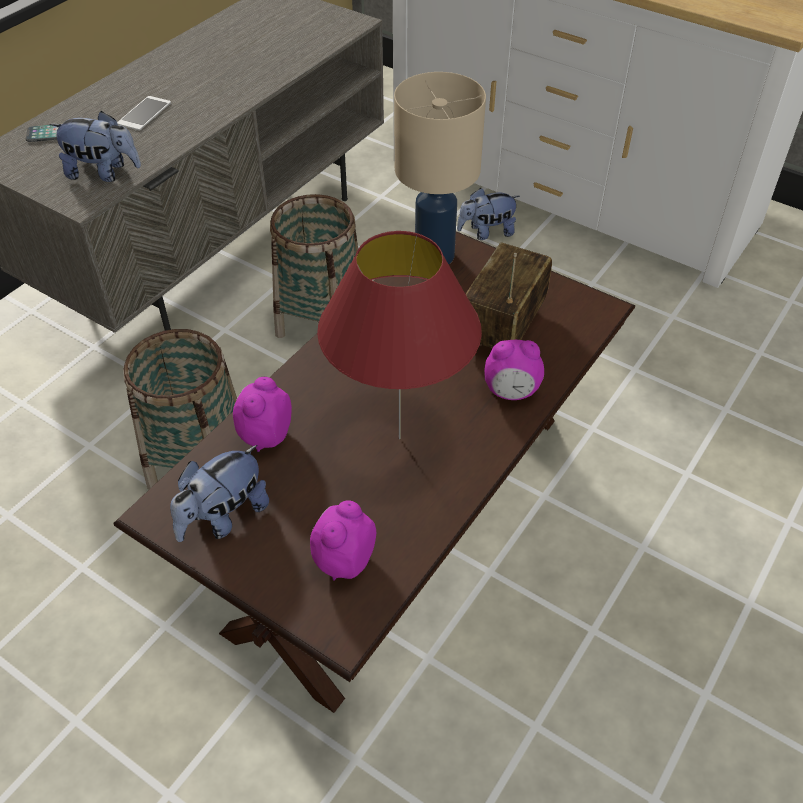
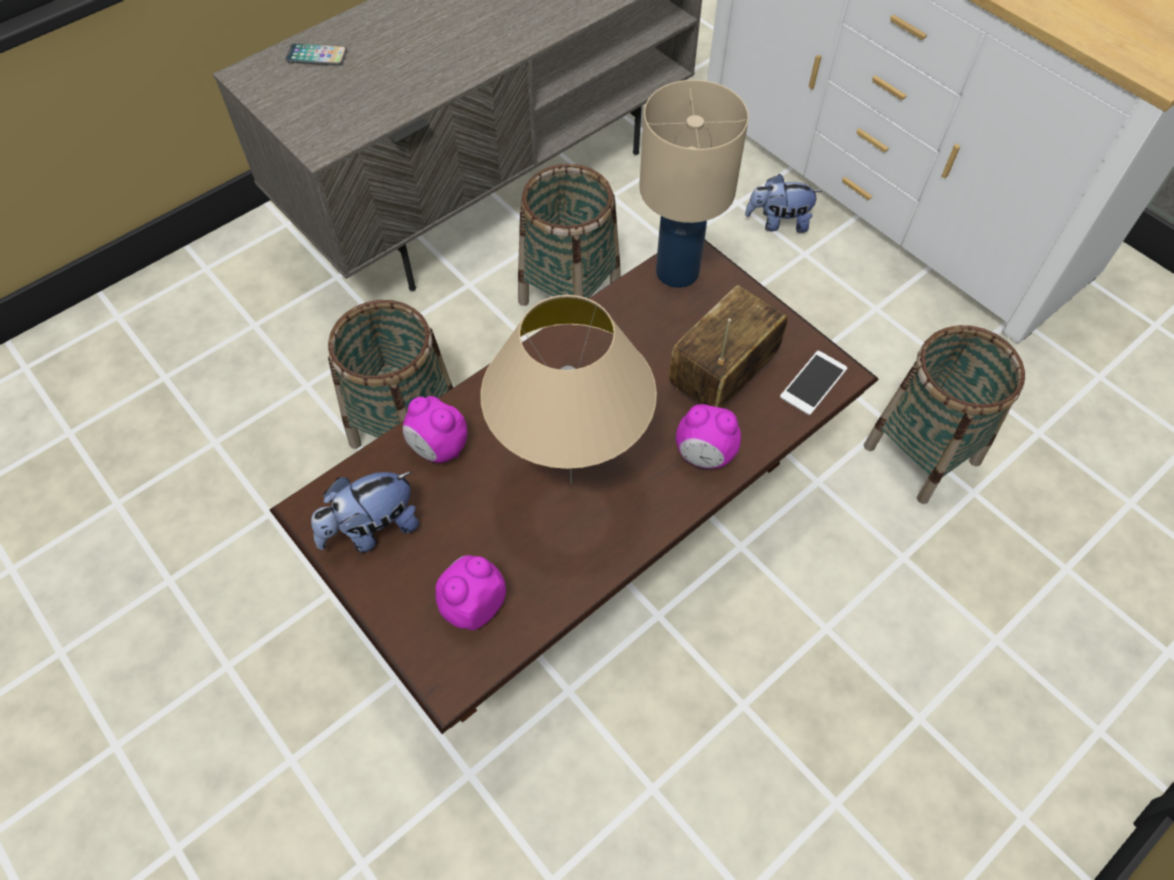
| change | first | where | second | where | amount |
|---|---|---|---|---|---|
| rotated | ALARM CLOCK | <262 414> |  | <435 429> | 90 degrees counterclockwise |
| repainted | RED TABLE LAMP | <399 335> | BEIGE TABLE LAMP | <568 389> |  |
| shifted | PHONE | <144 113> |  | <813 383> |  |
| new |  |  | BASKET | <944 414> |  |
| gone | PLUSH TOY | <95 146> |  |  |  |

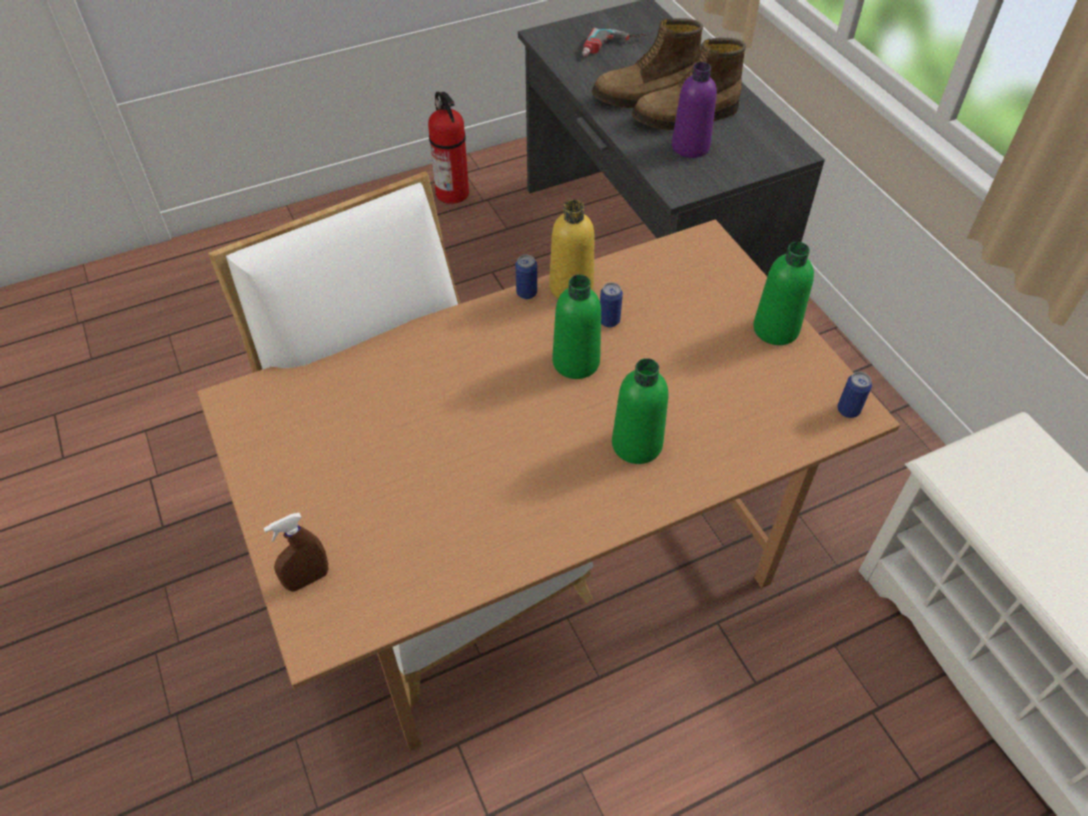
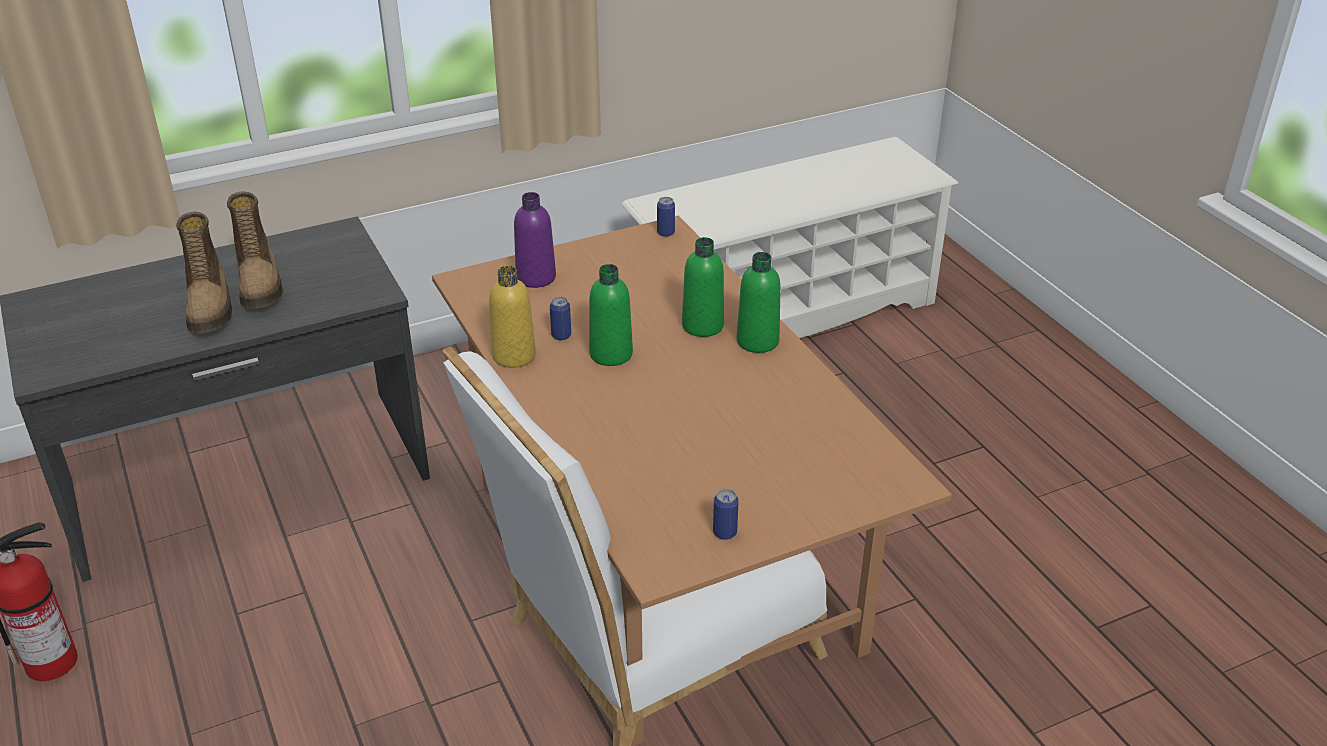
| change | first | where | second | where | amount |
|---|---|---|---|---|---|
| shifted | PURPLE BOTTLE | <694 110> |  | <535 240> |  |
| shifted | CAN | <526 277> |  | <726 514> |  |
| shifted | GREEN BOTTLE | <783 293> |  | <758 302> |  |
| gone | BROWN SPRAY BOTTLE | <296 552> |  |  |  |
| gone | POWER DRILL | <614 42> |  |  |  |

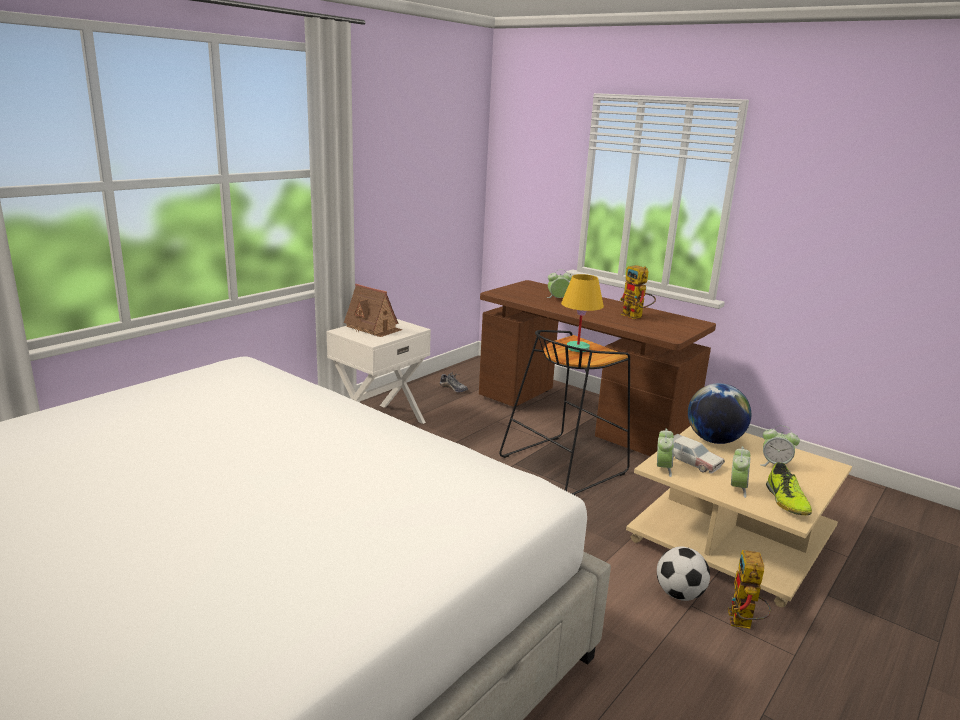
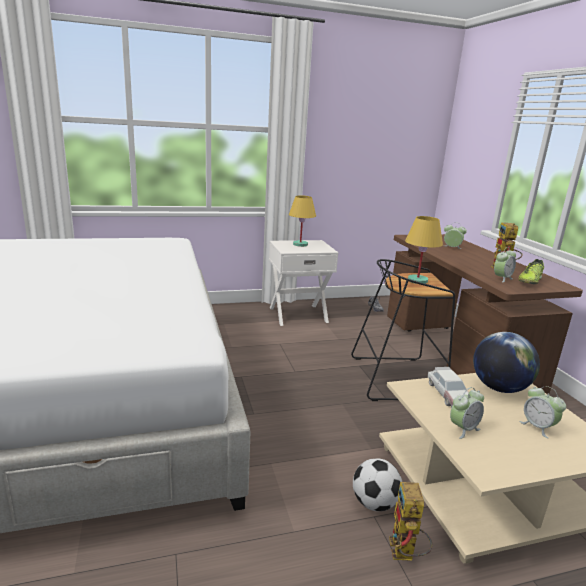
| change | first | where | second | where | amount |
|---|---|---|---|---|---|
| swapped | TOY HOUSE | <373 310> | YELLOW TABLE LAMP | <302 221> |  |
| rotated | TOY ROBOT | <749 589> |  | <410 521> | 45 degrees counterclockwise |
| shifted | ALARM CLOCK | <665 452> |  | <505 264> |  |
| shifted | SHOE | <789 488> |  | <531 271> |  |

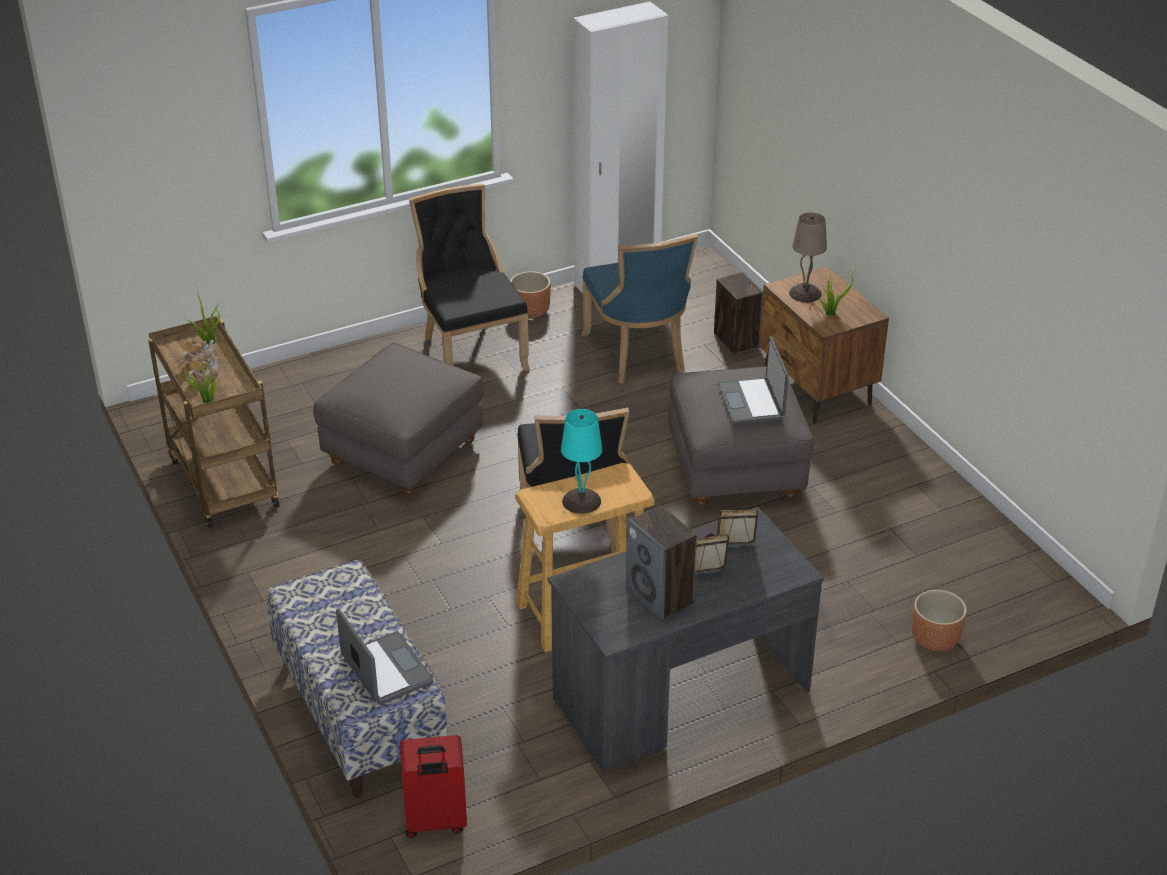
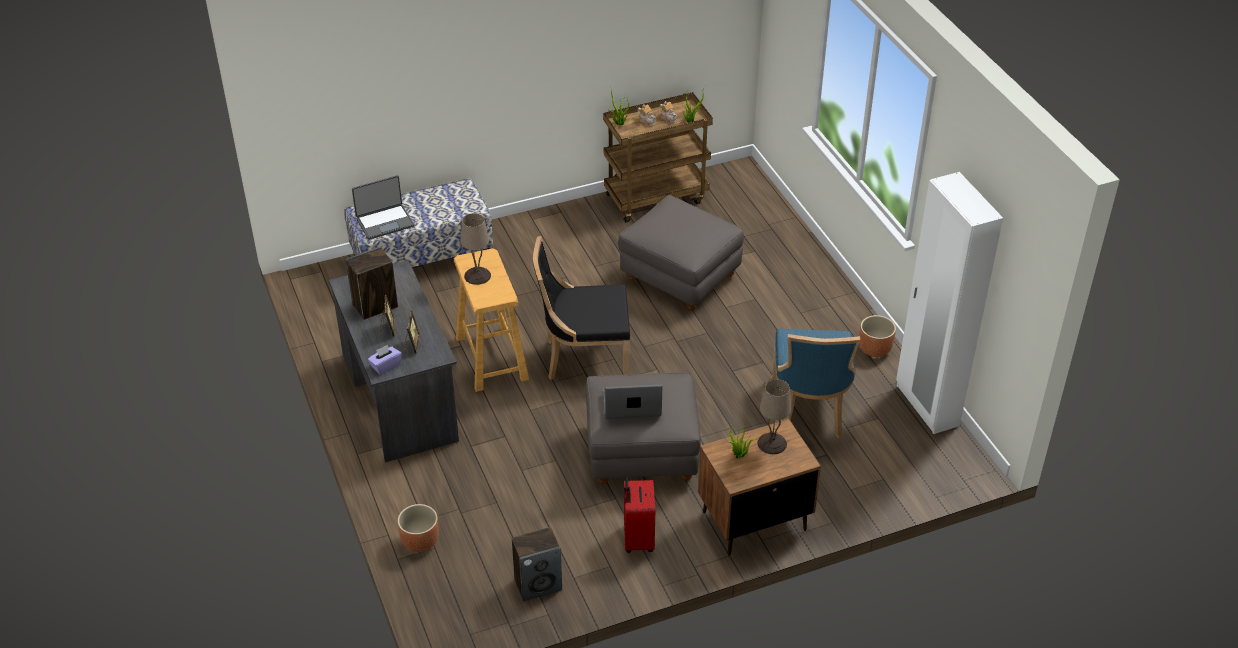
| change | first | where | second | where | amount |
|---|---|---|---|---|---|
| new |  |  | PURPLE TISSUE BOX | <385 360> |  |
| repainted | TURQUOISE TABLE LAMP | <582 461> | BEIGE TABLE LAMP | <476 249> |  |
| shifted | SPEAKER | <738 313> |  | <537 564> |  |
| shifted | RED SUITCASE | <433 786> |  | <639 514> |  |
| rotated | BLUE CHAIR | <639 309> |  | <815 383> | 75 degrees counterclockwise |
| gone | BLACK CHAIR | <469 277> |  |  |  |

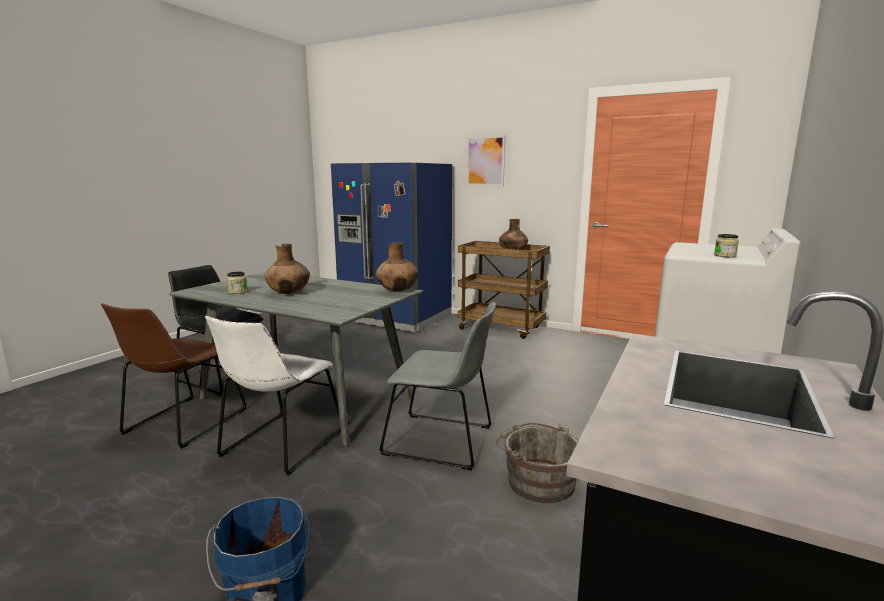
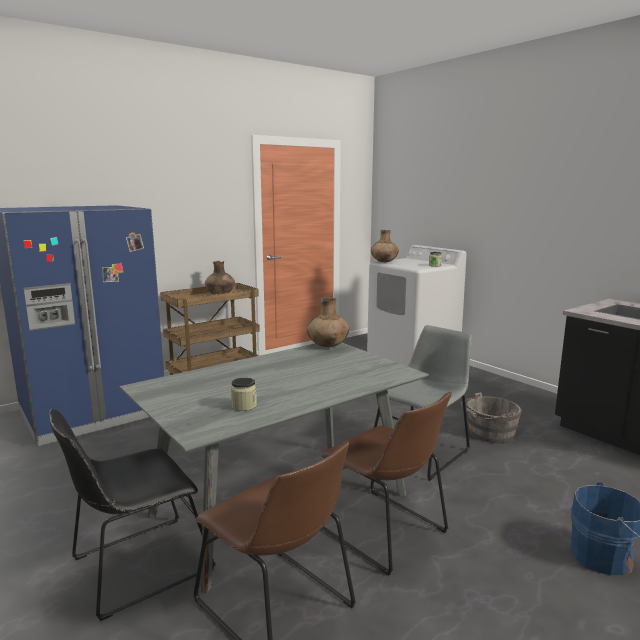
| change | first | where | second | where | amount |
|---|---|---|---|---|---|
| repainted | WHITE CHAIR | <273 396> | BROWN CHAIR | <386 484> |  |
| shifted | BROWN VASE | <287 269> |  | <385 246> |  |
| gone | PICTURE | <486 160> |  |  |  |

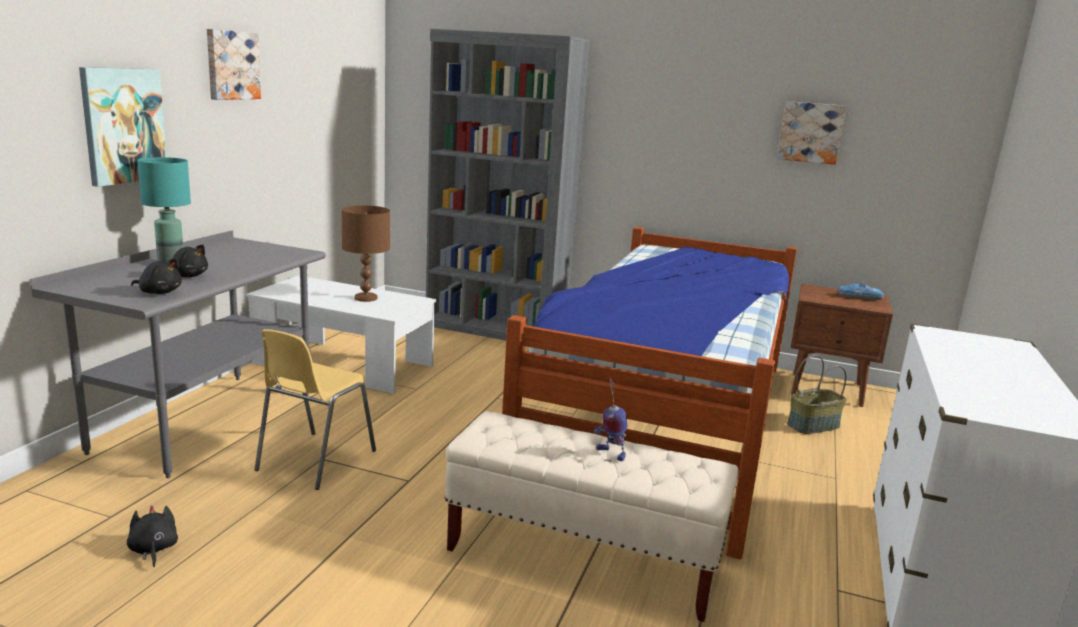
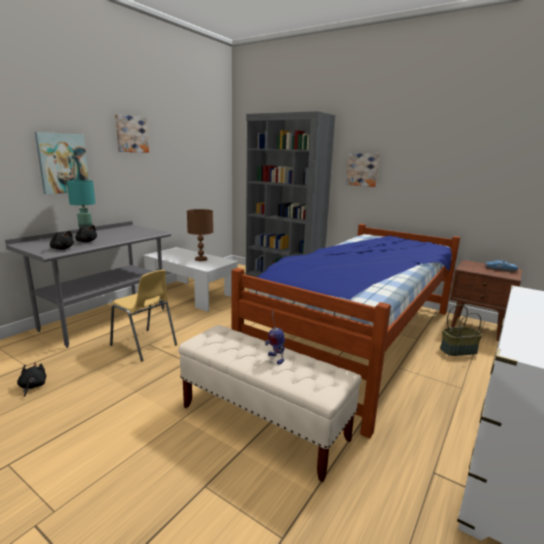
| change | first | where | second | where | amount |
|---|---|---|---|---|---|
| rotated | YELLOW CHAIR | <315 409> |  | <143 316> | 90 degrees counterclockwise |
| shifted | PICTURE | <811 133> |  | <363 170> |  |

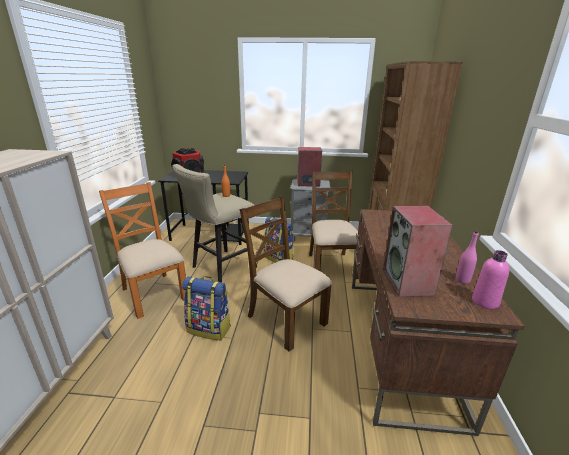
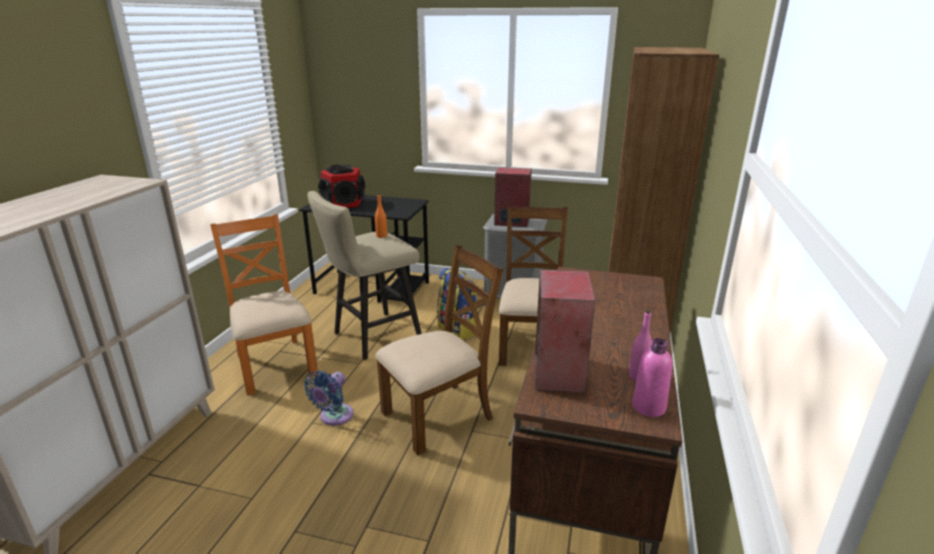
| change | first | where | second | where | amount |
|---|---|---|---|---|---|
| swapped | BACKPACK | <206 308> | BLUE FAN | <328 398> |  |
| rotated | BROWN CHAIR | <286 274> |  | <439 349> | 90 degrees clockwise |

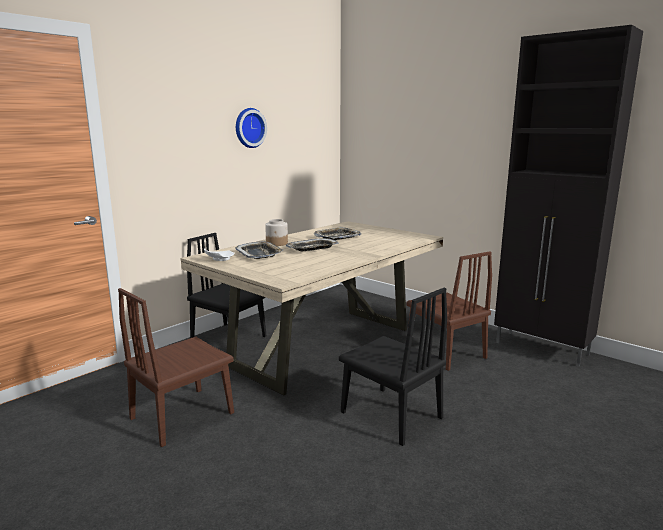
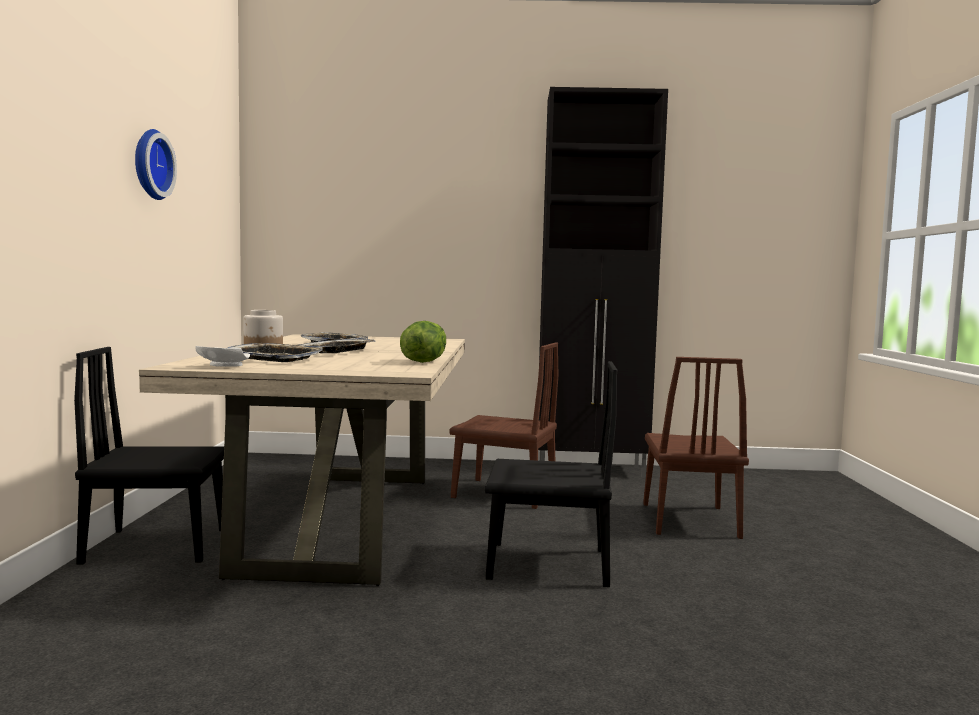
| change | first | where | second | where | amount |
|---|---|---|---|---|---|
| new |  |  | LETTUCE | <423 342> |  |
| shifted | BROWN CHAIR | <176 367> |  | <696 448> |  |

